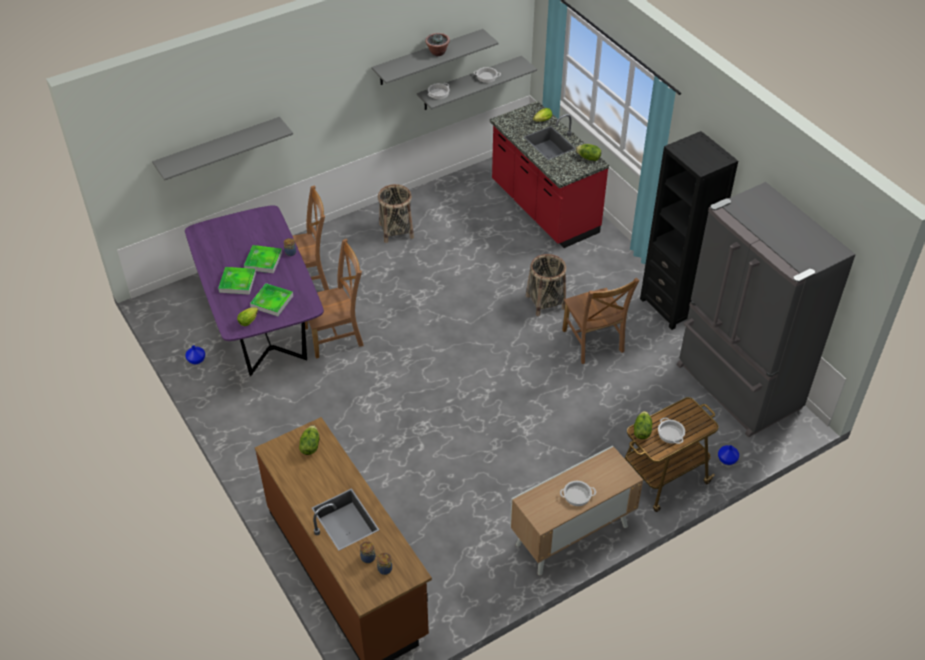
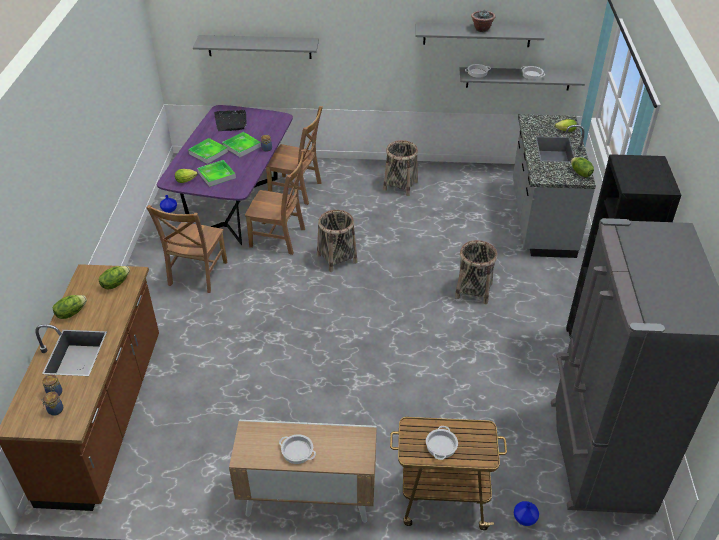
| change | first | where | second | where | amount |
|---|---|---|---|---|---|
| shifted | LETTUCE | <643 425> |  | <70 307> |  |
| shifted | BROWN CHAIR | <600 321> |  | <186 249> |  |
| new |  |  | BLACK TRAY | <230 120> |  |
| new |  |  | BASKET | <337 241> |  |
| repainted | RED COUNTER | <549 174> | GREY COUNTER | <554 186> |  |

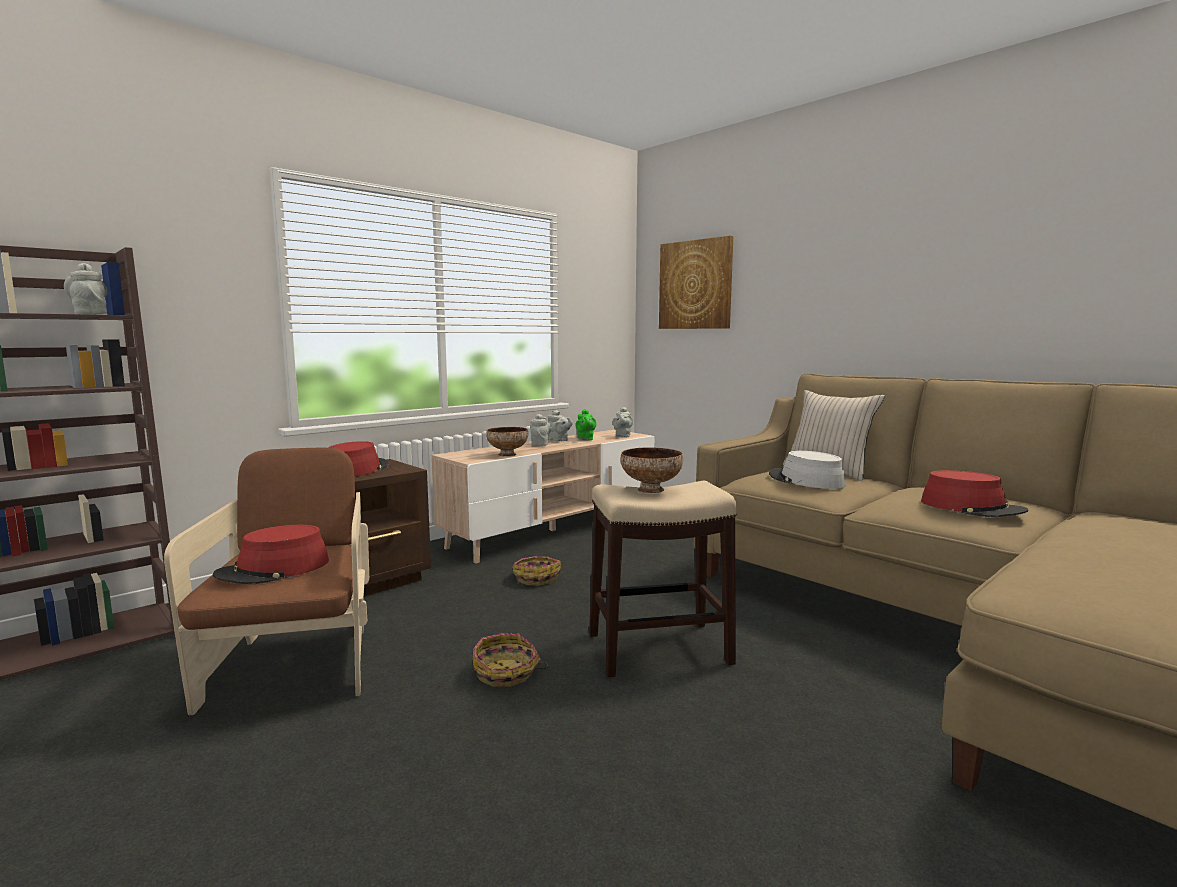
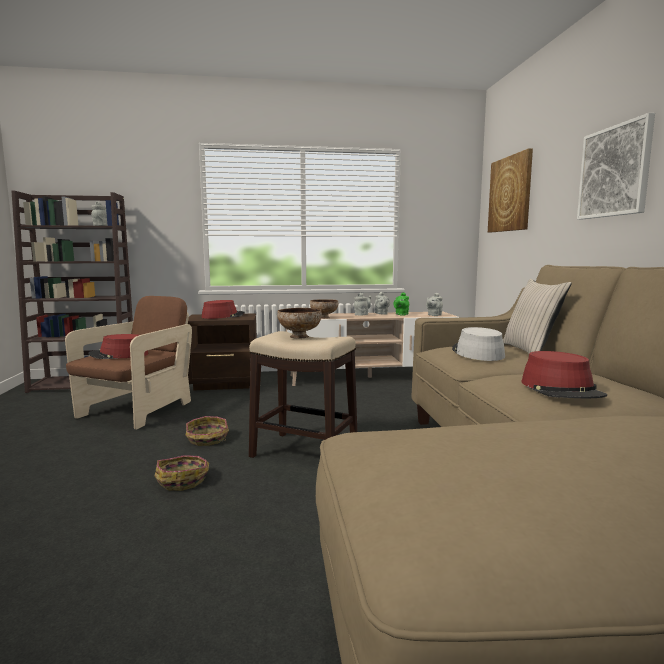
| change | first | where | second | where | amount |
|---|---|---|---|---|---|
| shifted | BASKET | <536 571> |  | <182 473> |  |
| new |  |  | PICTURE | <616 166> |  |

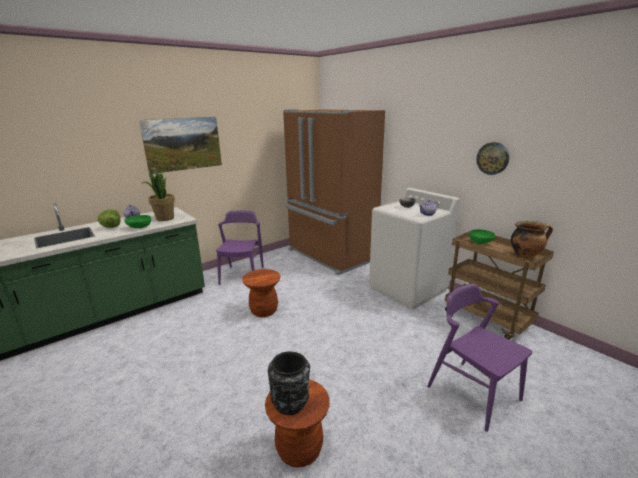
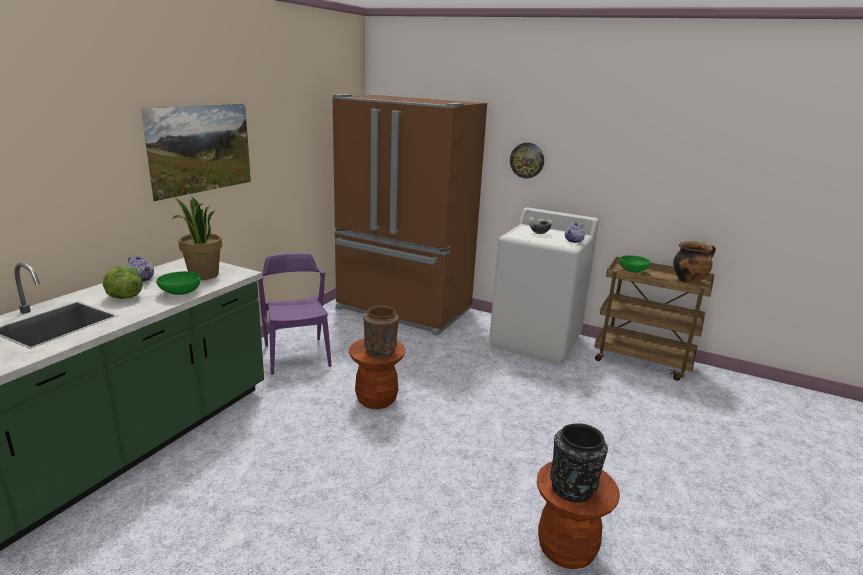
| change | first | where | second | where | amount |
|---|---|---|---|---|---|
| new |  |  | BROWN VASE | <381 332> |  |
| shifted | WALL CLOCK | <492 158> |  | <527 161> |  |
| gone | PURPLE CHAIR | <479 357> |  |  |  |

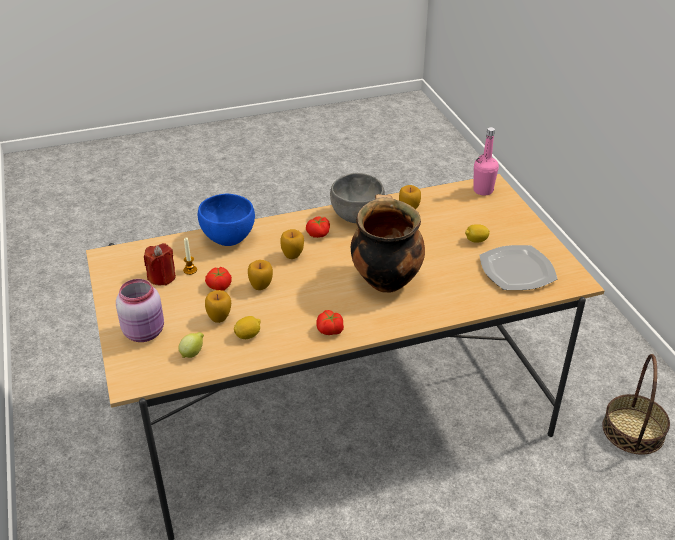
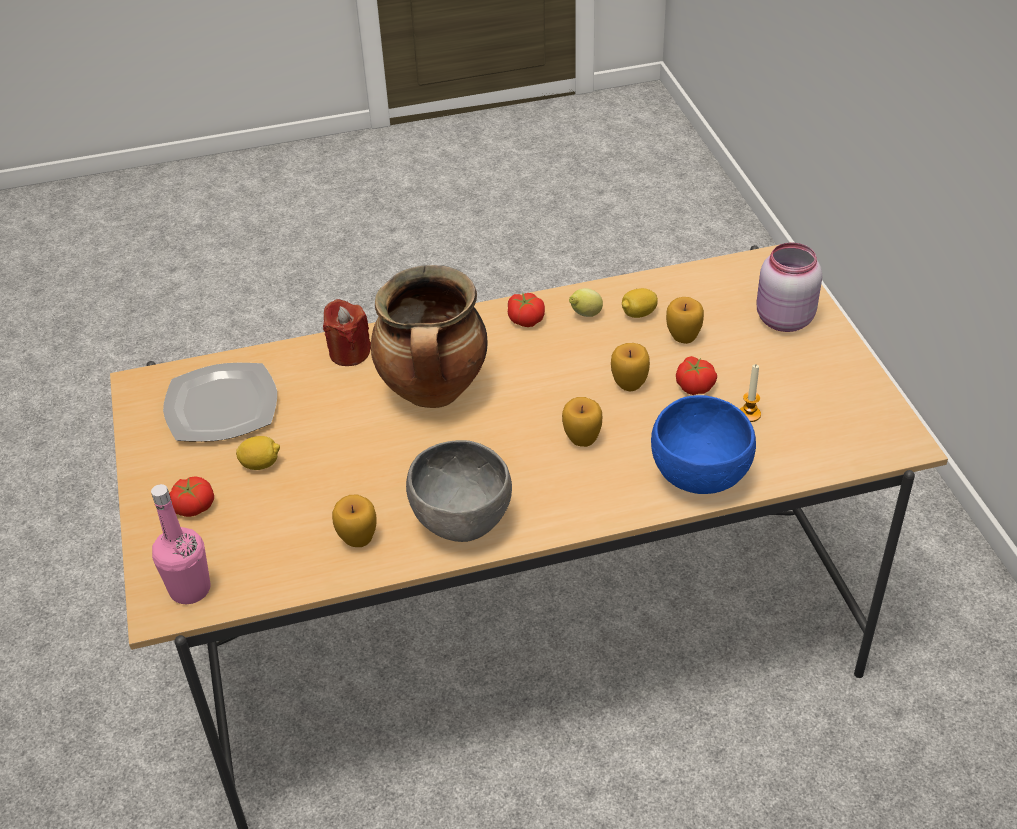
| change | first | where | second | where | amount |
|---|---|---|---|---|---|
| shifted | TOMATO | <318 227> |  | <191 496> |  |
| shifted | RED CANDLE | <160 264> |  | <347 332> |  |
| shifted | LEMON | <191 345> |  | <586 302> |  |
| gone | BASKET | <636 404> |  |  |  |

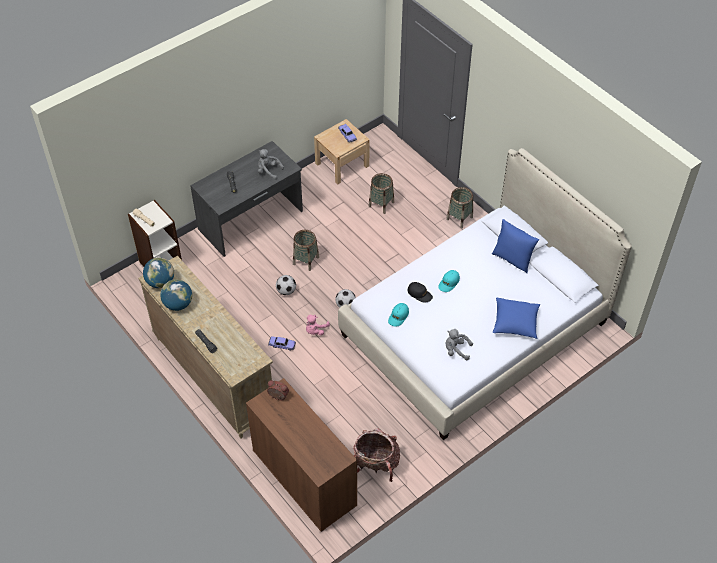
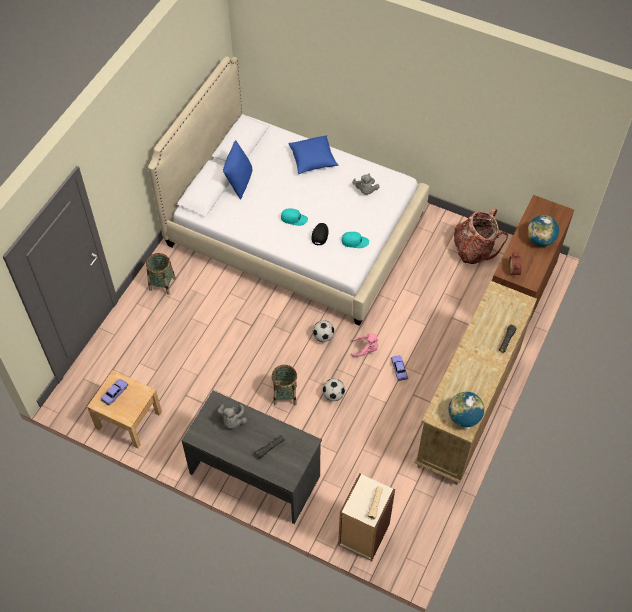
| change | first | where | second | where | amount |
|---|---|---|---|---|---|
| shifted | GLOBE | <176 295> |  | <543 230> |  |
| gone | BASKET | <381 193> |  |  |  |

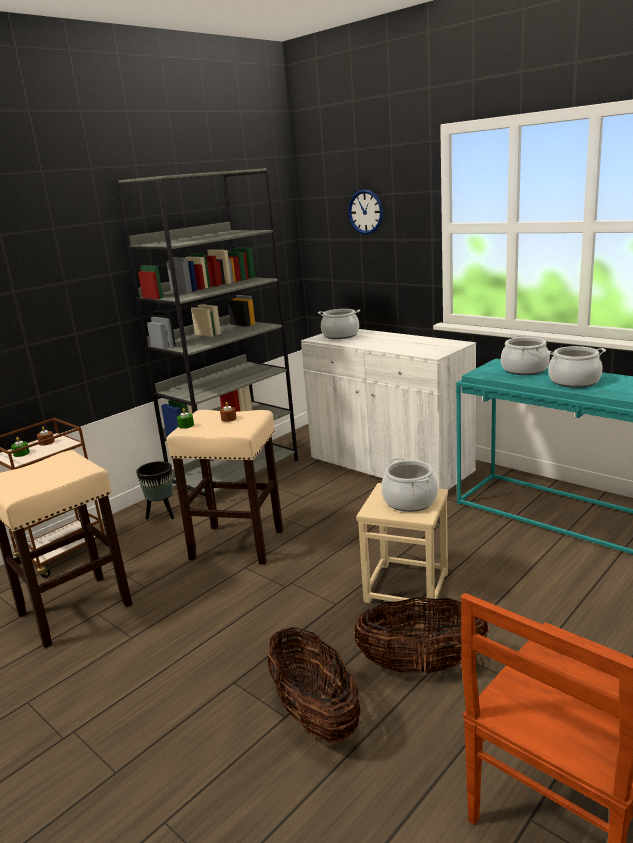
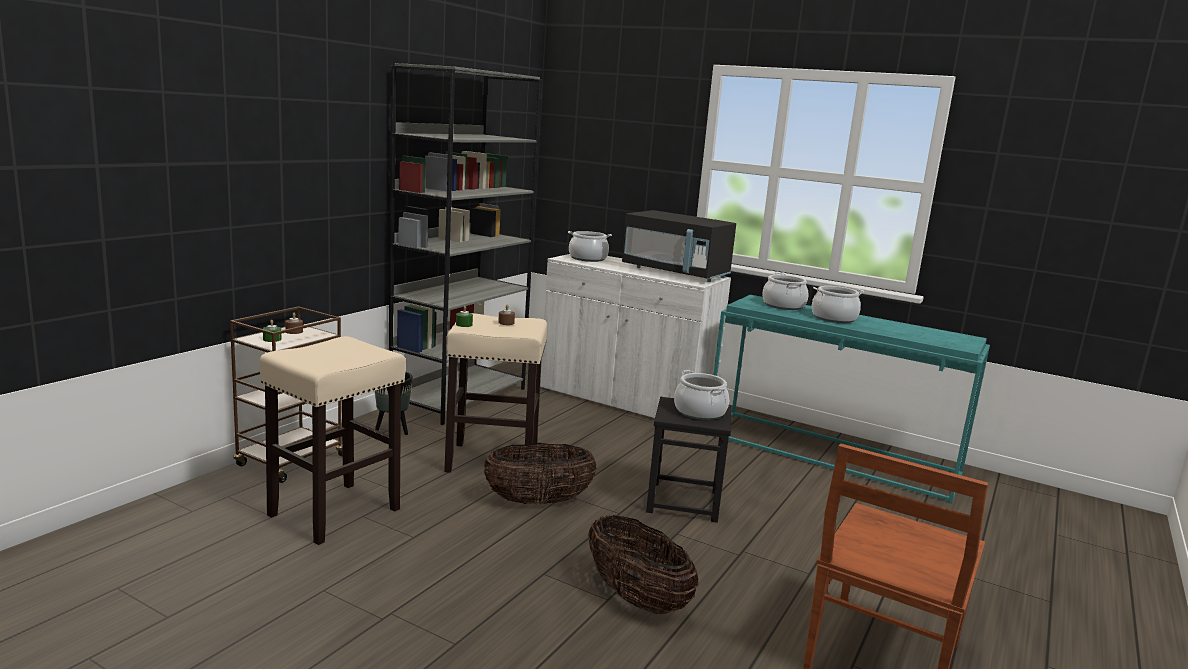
| change | first | where | second | where | amount |
|---|---|---|---|---|---|
| shifted | BASKET | <421 635> |  | <540 473> |  |
| new |  |  | BLACK MICROWAVE | <679 246> |  |
| repainted | BEIGE STOOL | <402 548> | BLACK STOOL | <688 460> |  |
| gone | WALL CLOCK | <365 212> |  |  |  |

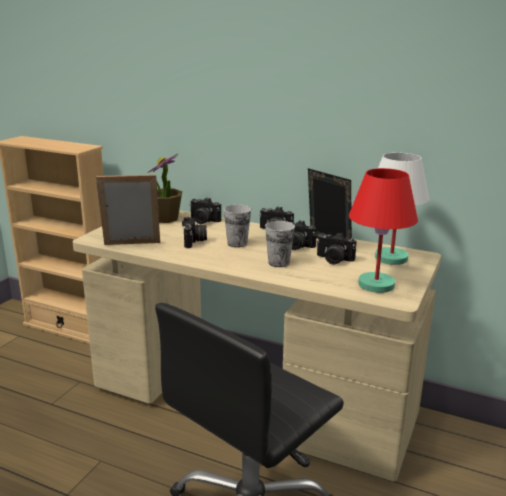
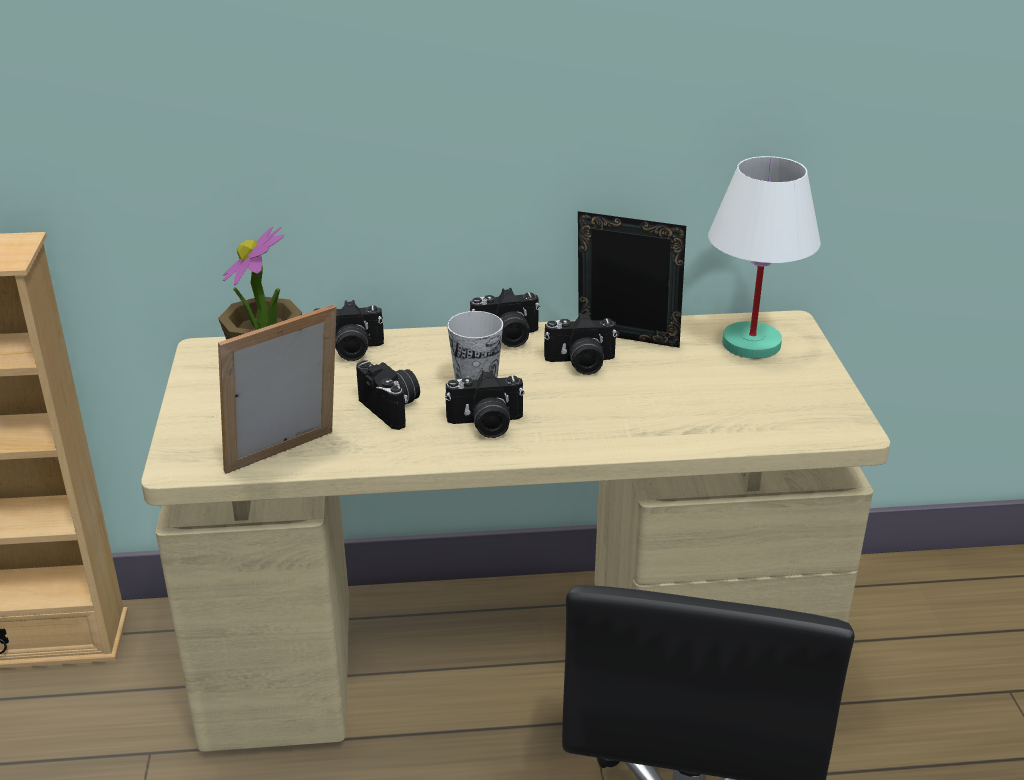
| change | first | where | second | where | amount |
|---|---|---|---|---|---|
| shifted | PHOTO CAMERA | <337 249> |  | <485 404> |  |
| gone | CUP | <280 244> |  |  |  |
| gone | RED TABLE LAMP | <383 230> |  |  |  |

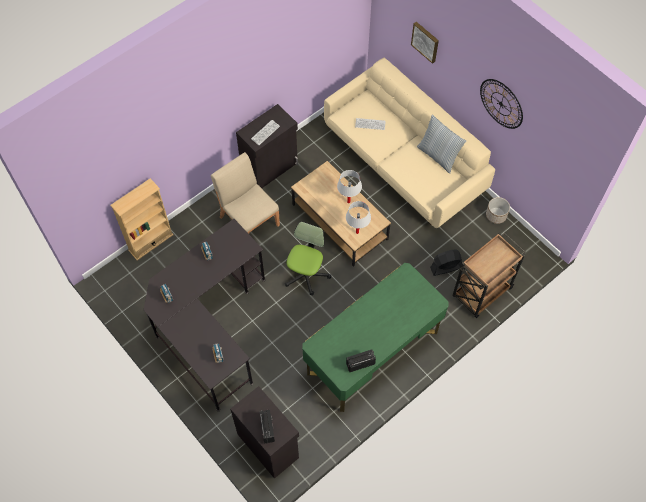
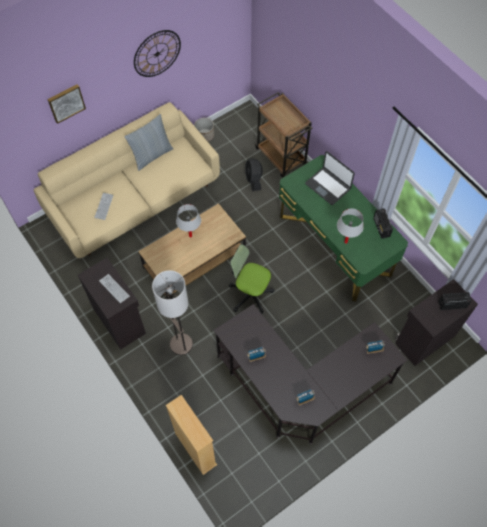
| change | first | where | second | where | amount |
|---|---|---|---|---|---|
| swapped | BEIGE CHAIR | <245 193> | FLOOR LAMP | <172 312> |  |
| new |  |  | LAPTOP | <330 178> |  |
| shifted | WHITE TABLE LAMP | <358 217> |  | <350 226> |  |

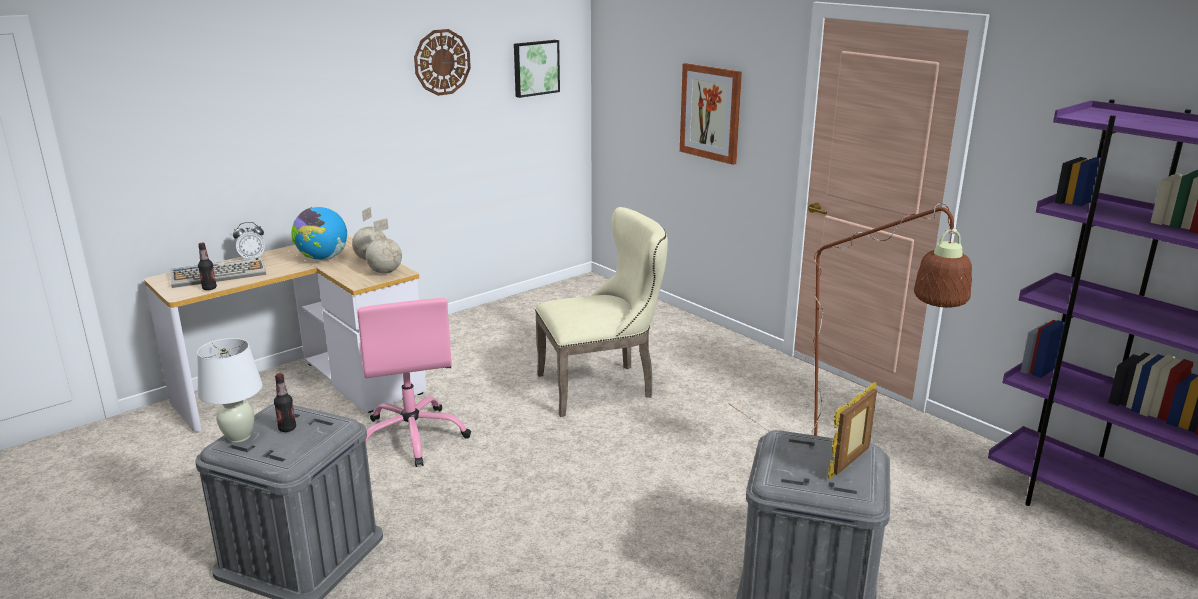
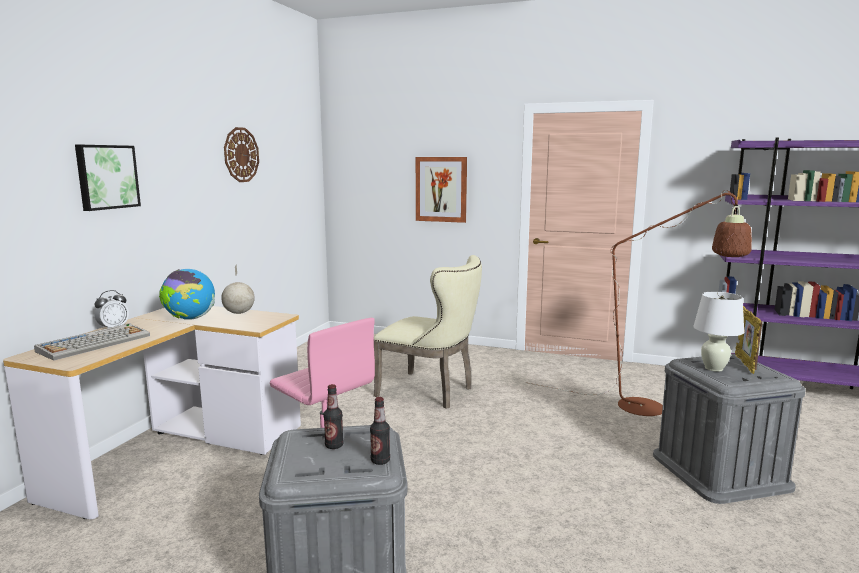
| change | first | where | second | where | amount |
|---|---|---|---|---|---|
| shifted | PICTURE | <537 69> |  | <108 178> |  |
| shifted | BOTTLE | <207 266> |  | <380 431> |  |
| rotated | BEIGE CHAIR | <601 312> |  | <428 332> | 75 degrees clockwise |
| shifted | WHITE TABLE LAMP | <230 390> |  | <718 332> |  |
| gone | GLOBE | <384 246> |  |  |  |

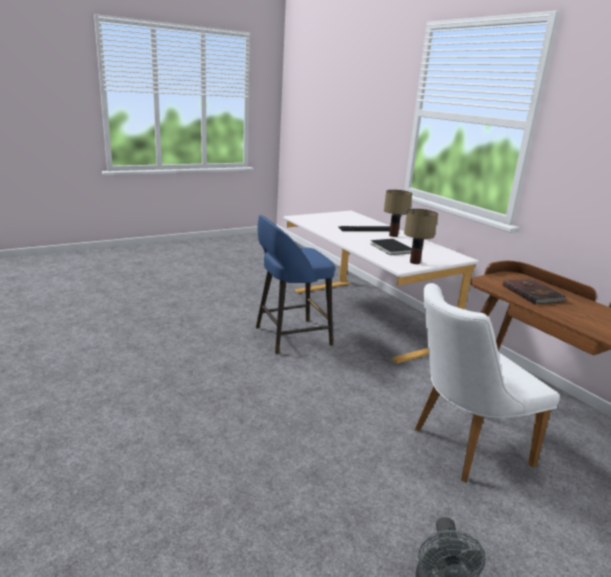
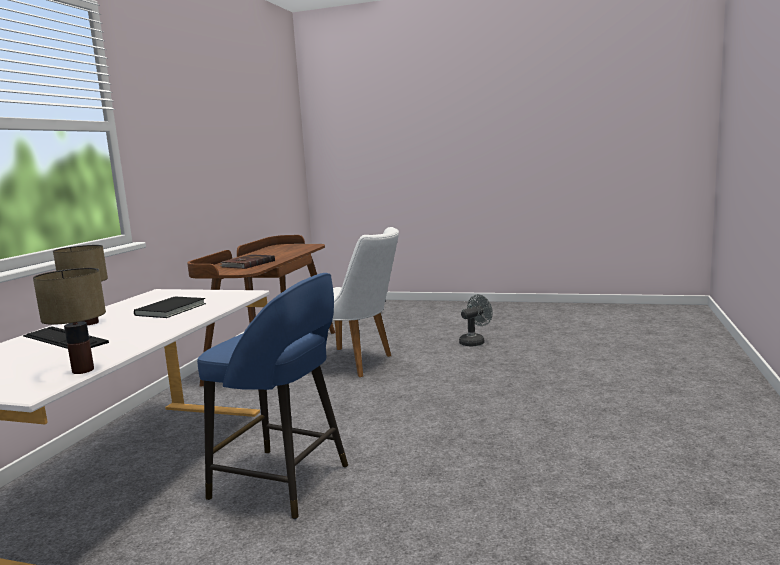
| change | first | where | second | where | amount |
|---|---|---|---|---|---|
| shifted | TABLE LAMP | <421 236> |  | <69 321> |  |

